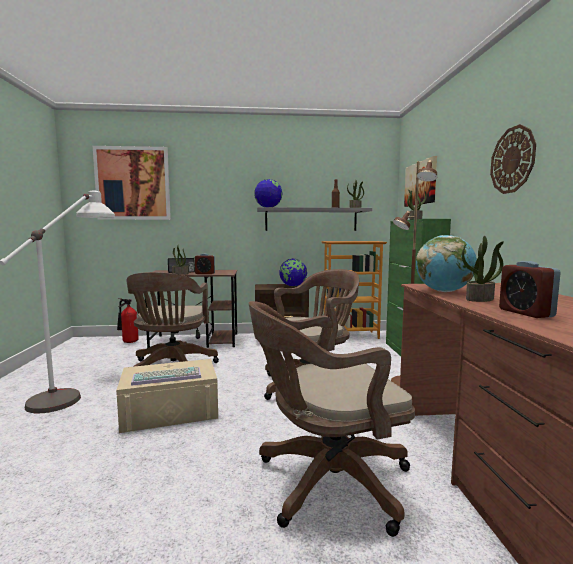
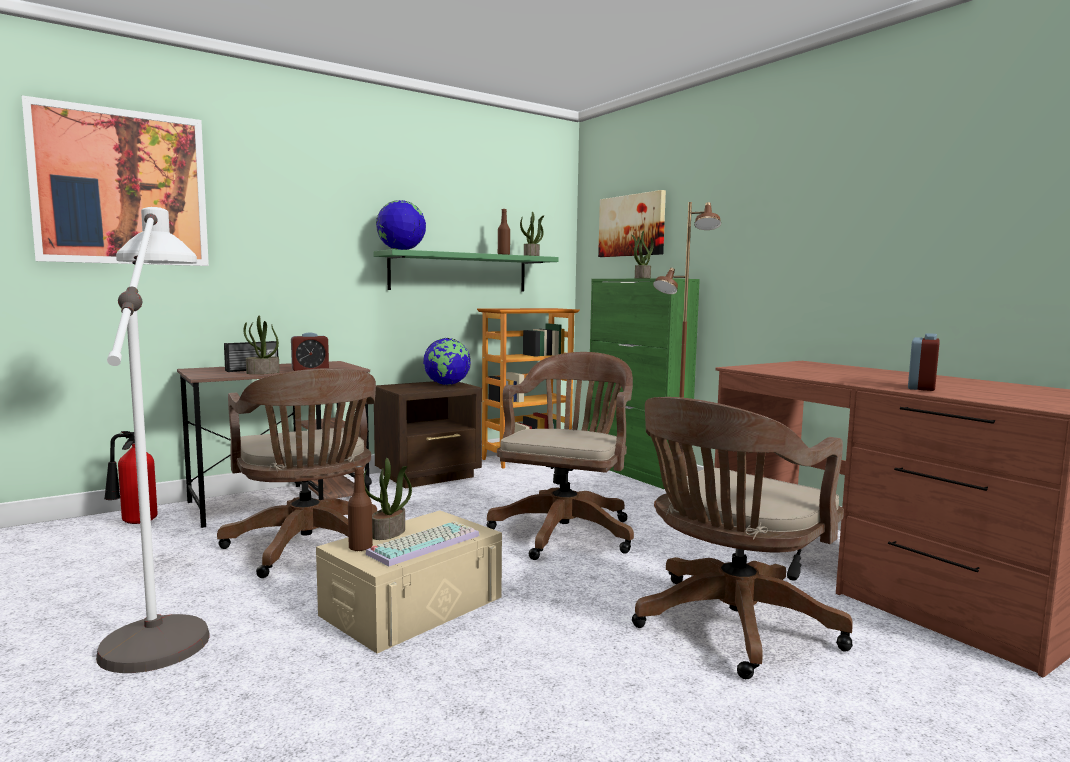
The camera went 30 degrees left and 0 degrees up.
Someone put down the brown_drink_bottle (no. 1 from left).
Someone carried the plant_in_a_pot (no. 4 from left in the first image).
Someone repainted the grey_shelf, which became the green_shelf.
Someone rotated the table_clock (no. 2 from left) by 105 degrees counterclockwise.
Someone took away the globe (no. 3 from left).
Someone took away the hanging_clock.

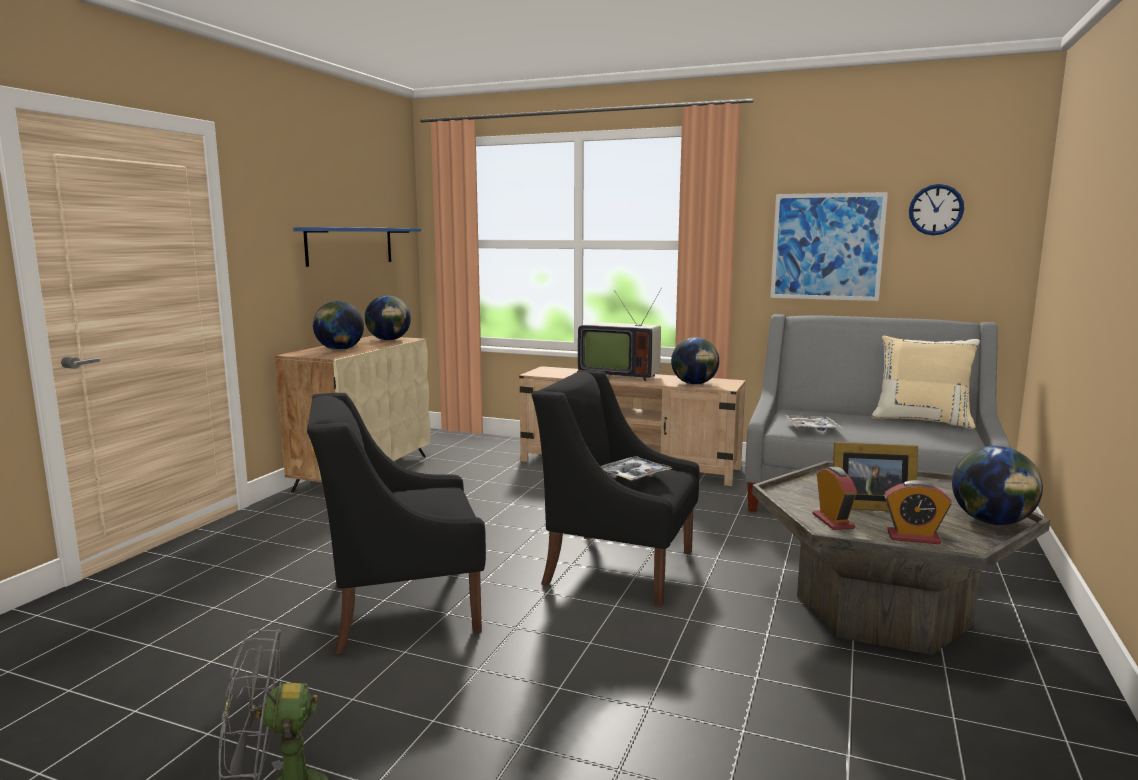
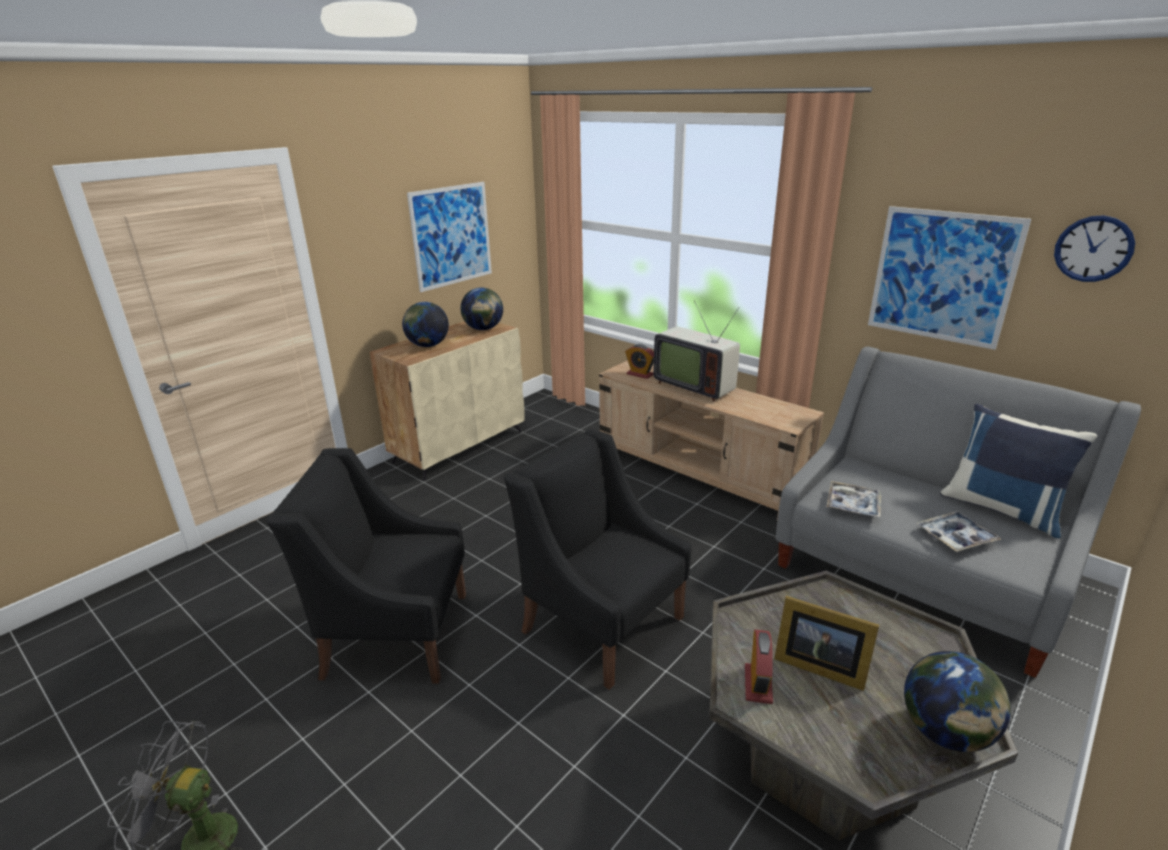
The camera went 20 degrees right and 15 degrees up.
Someone swapped the blue-coloured_shelf for the wall_art (no. 1 from left).
Someone carried the table_clock (no. 2 from left in the first image).
Someone carried the serving_tray (no. 1 from left in the first image).
Someone repainted the beige_throw_pillow, which became the blue-coloured_throw_pillow.
Someone took away the globe (no. 3 from left).

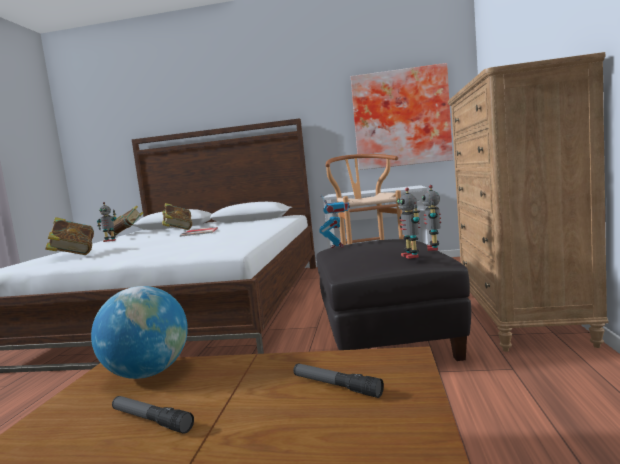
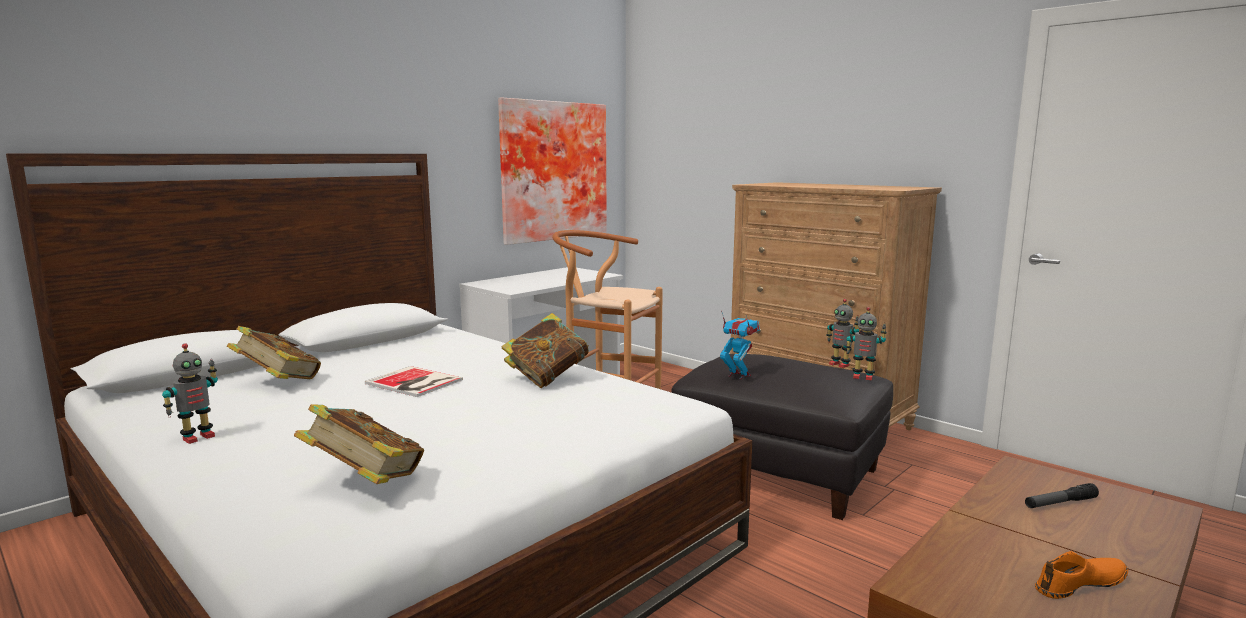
The camera went 55 degrees left and 5 degrees up.
Someone carried the bound_book (no. 2 from left in the first image).
Someone swapped the hand_torch (no. 1 from left) for the orange-coloured_item_of_footwear.
Someone took away the globe.

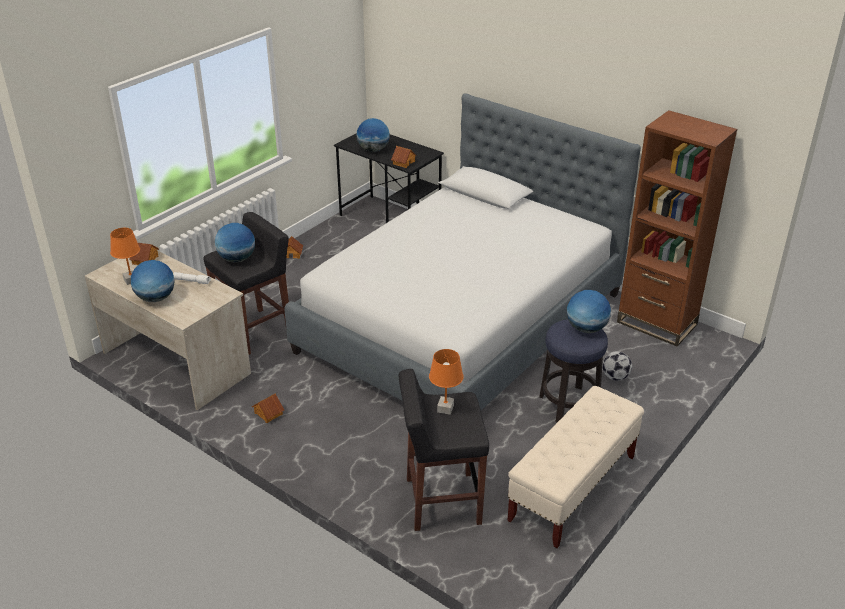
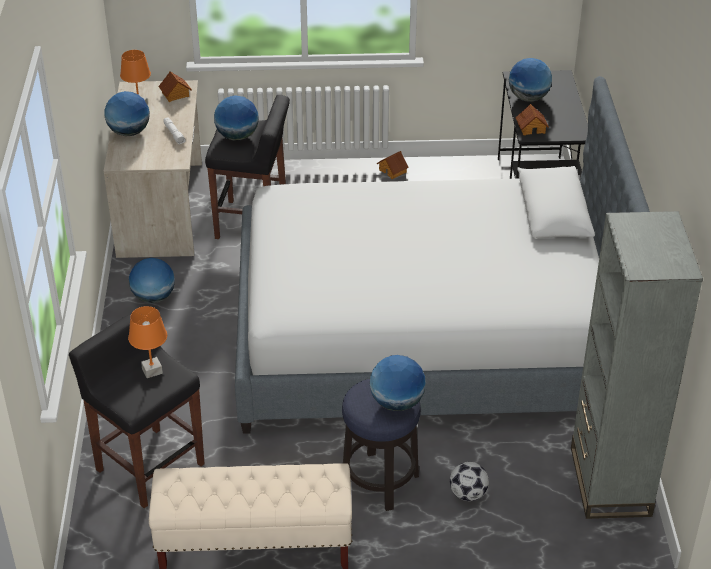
The camera went 50 degrees right and 5 degrees up.
Someone swapped the miniature_house (no. 2 from left) for the globe (no. 2 from left).
Someone repainted the brown_bookcase, which became the grey_bookcase.

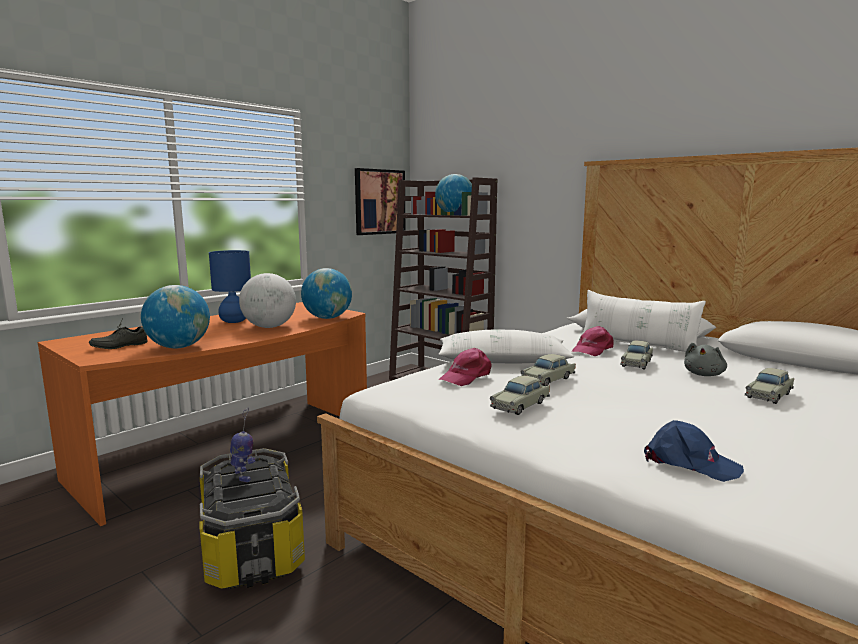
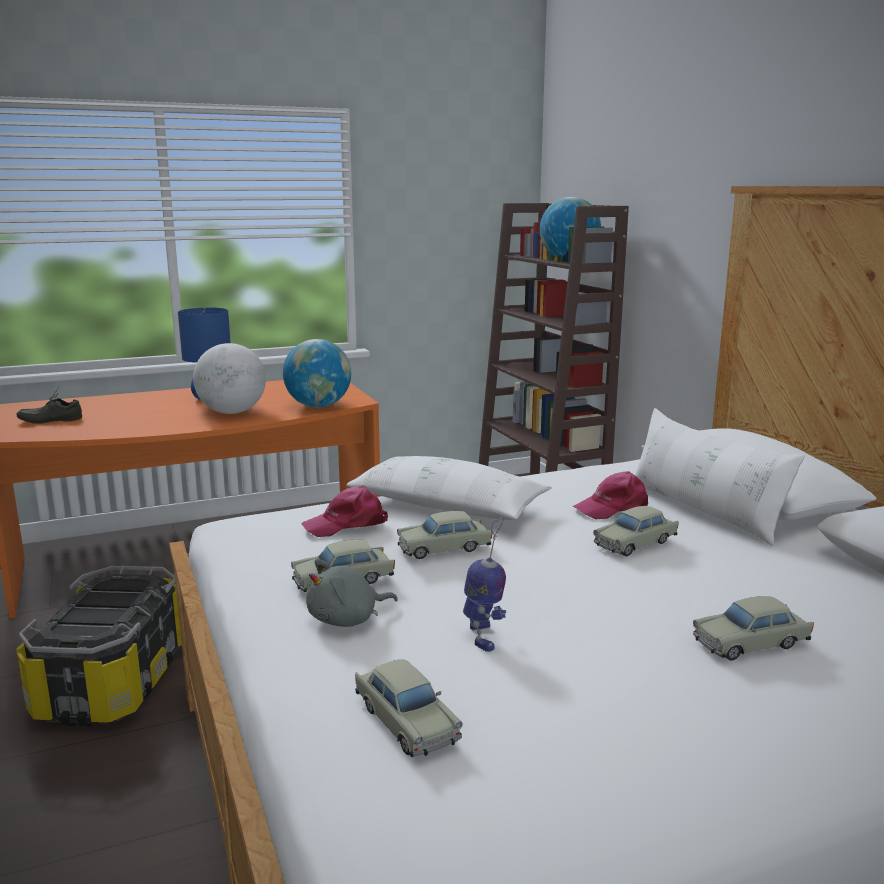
The camera went 25 degrees right and 5 degrees up.
Someone carried the grey_cuddly_toy.
Someone swapped the blue-coloured_peaked_cap for the beige_model_car (no. 2 from left).
Someone carried the model_robot.
Someone took away the globe (no. 1 from left).
Someone took away the wall_art.

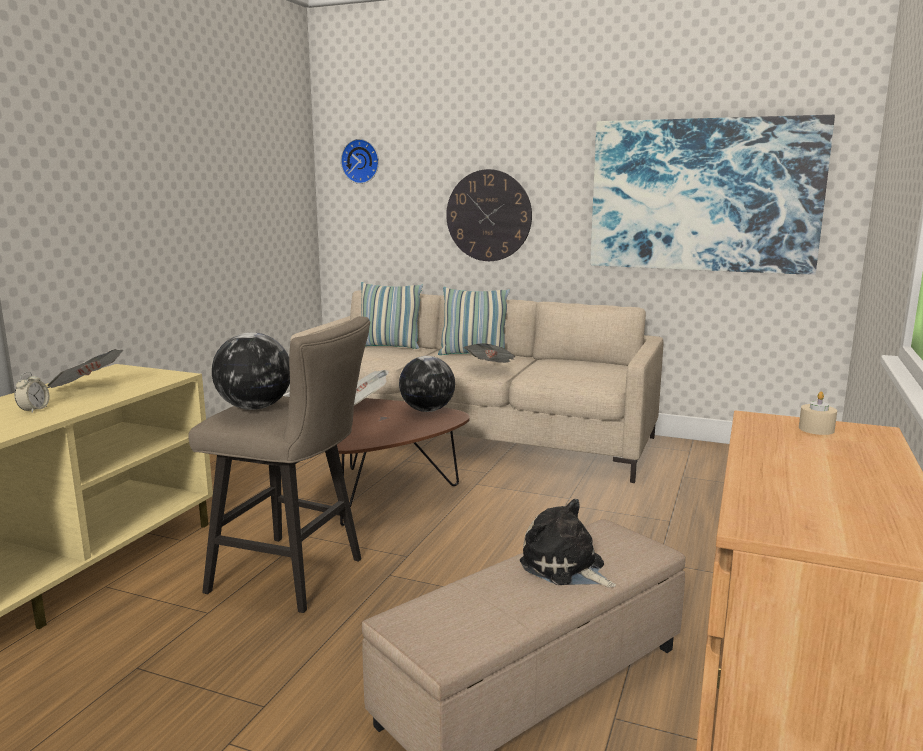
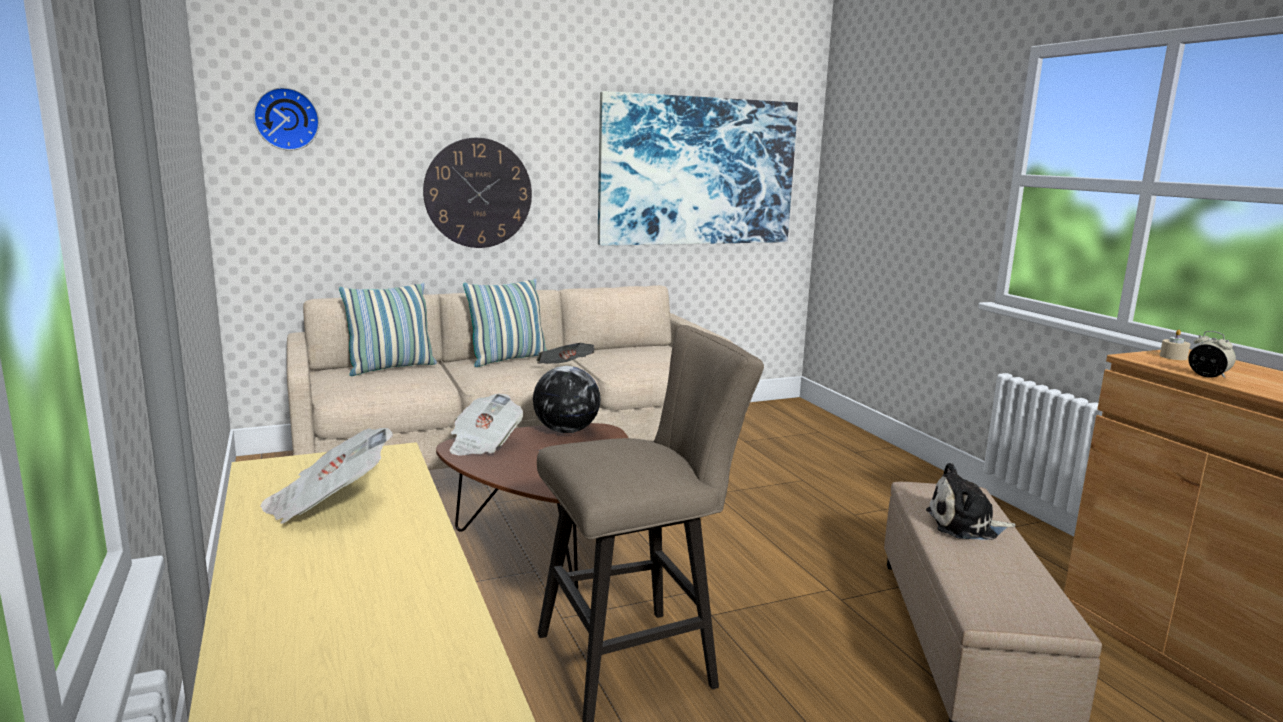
The camera went 45 degrees left and 0 degrees up.
Someone carried the table_clock.
Someone took away the globe (no. 1 from left).

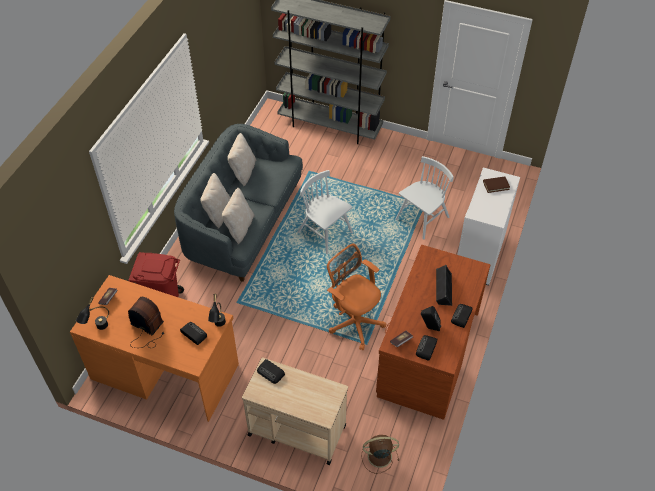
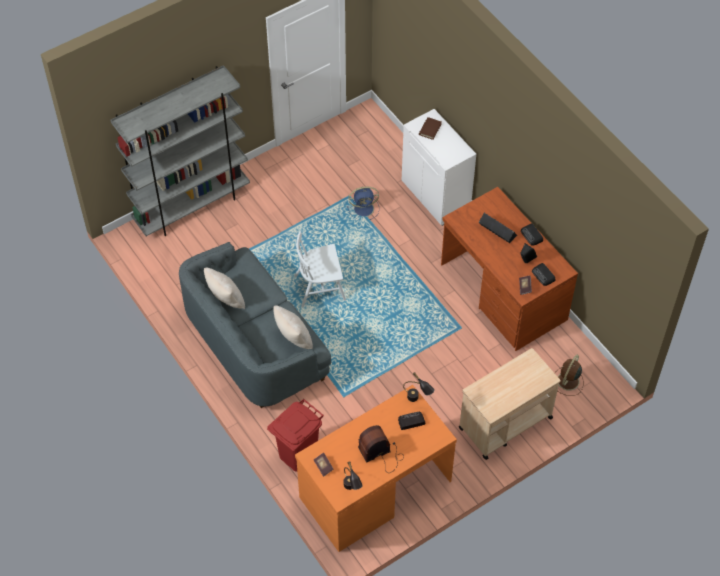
The camera went 55 degrees left and 5 degrees up.
Someone swapped the whitish_plain_chair (no. 2 from left) for the blue-coloured_fan.
Someone took away the beige_throw_pillow (no. 1 from left).
Someone took away the radio (no. 3 from left).
Someone took away the orange-coloured_desk_chair.

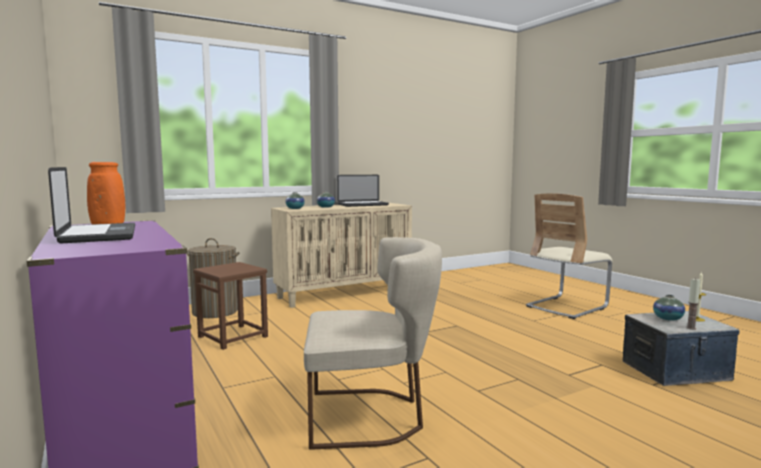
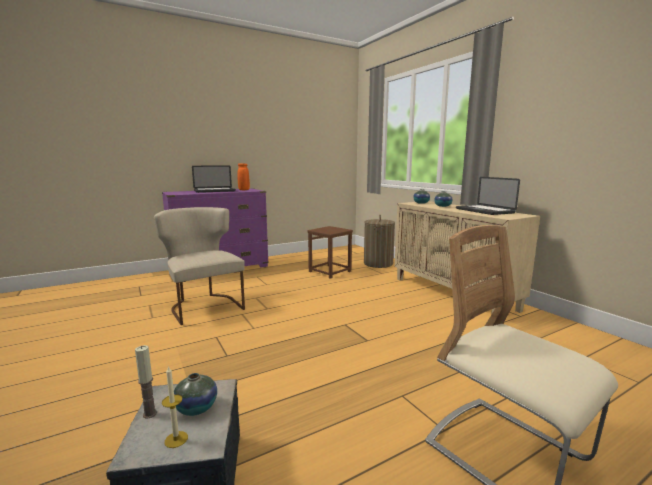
The camera went 90 degrees right and 5 degrees up.
Someone rotated the beige_plain_chair (no. 1 from left) by 150 degrees clockwise.

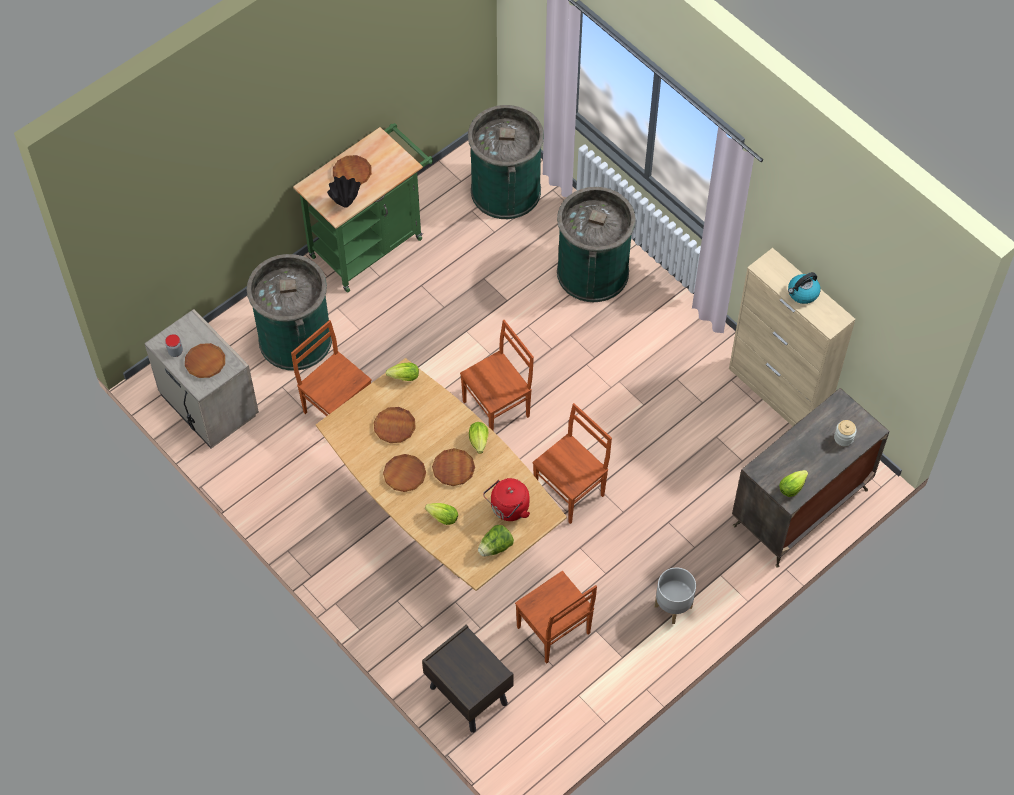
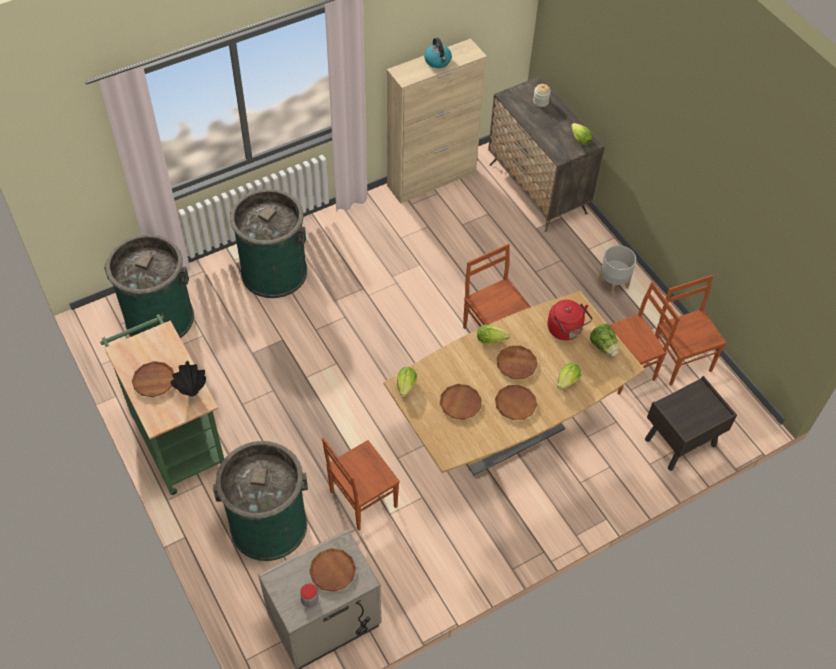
The camera went 80 degrees left and 5 degrees down.
Someone carried the brown_plain_chair (no. 2 from left in the first image).

